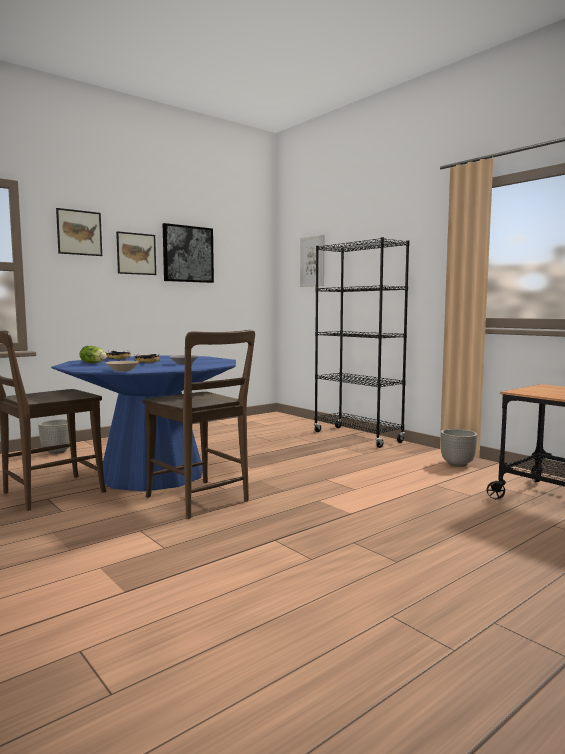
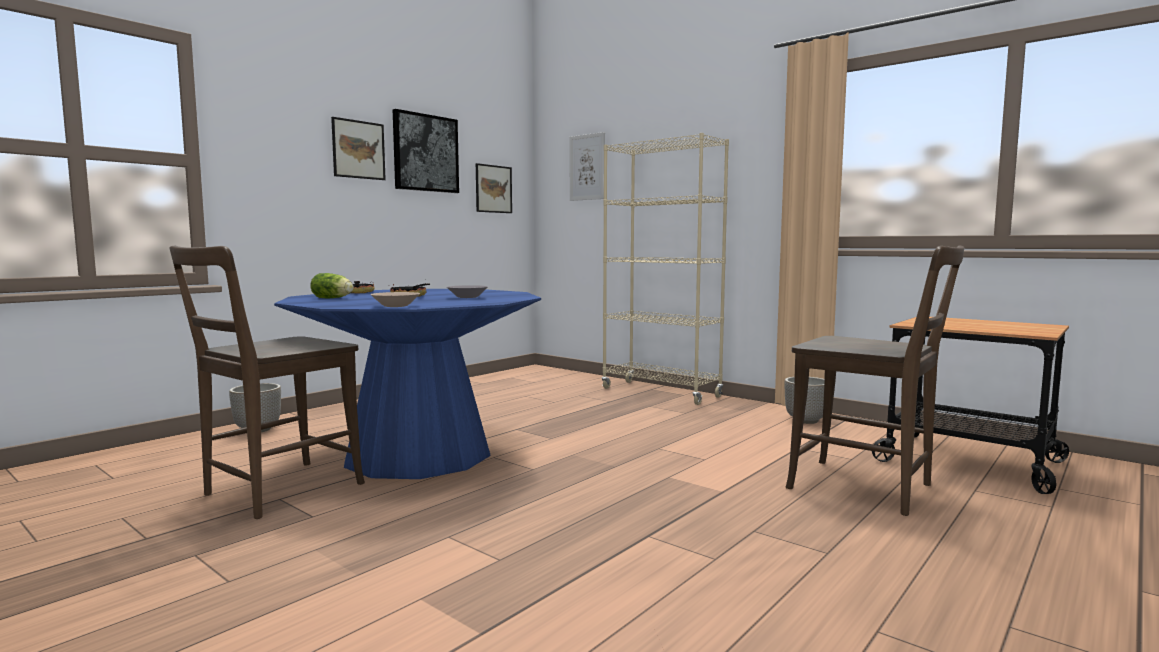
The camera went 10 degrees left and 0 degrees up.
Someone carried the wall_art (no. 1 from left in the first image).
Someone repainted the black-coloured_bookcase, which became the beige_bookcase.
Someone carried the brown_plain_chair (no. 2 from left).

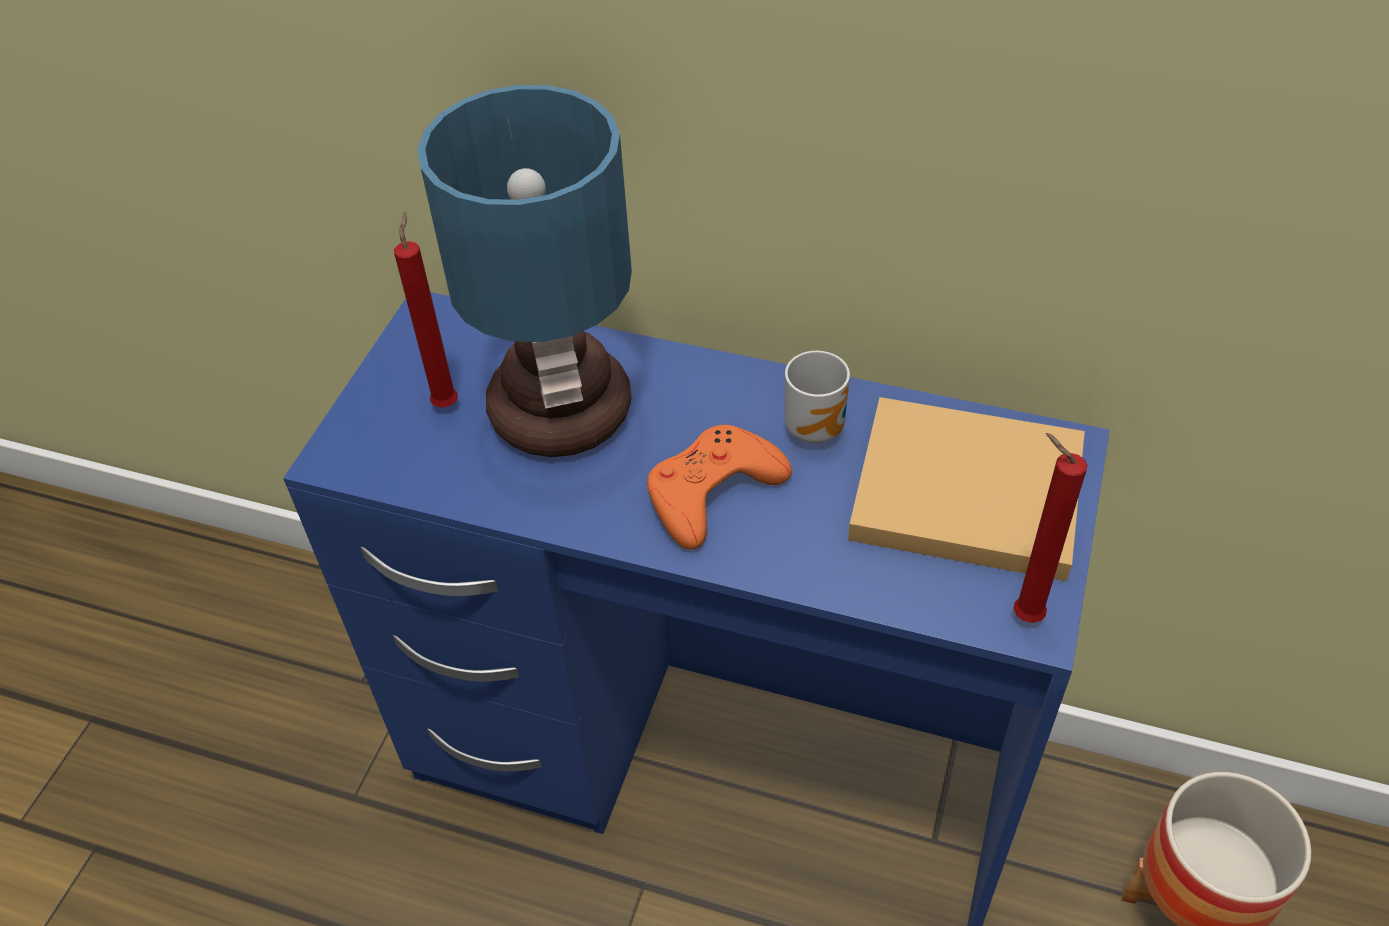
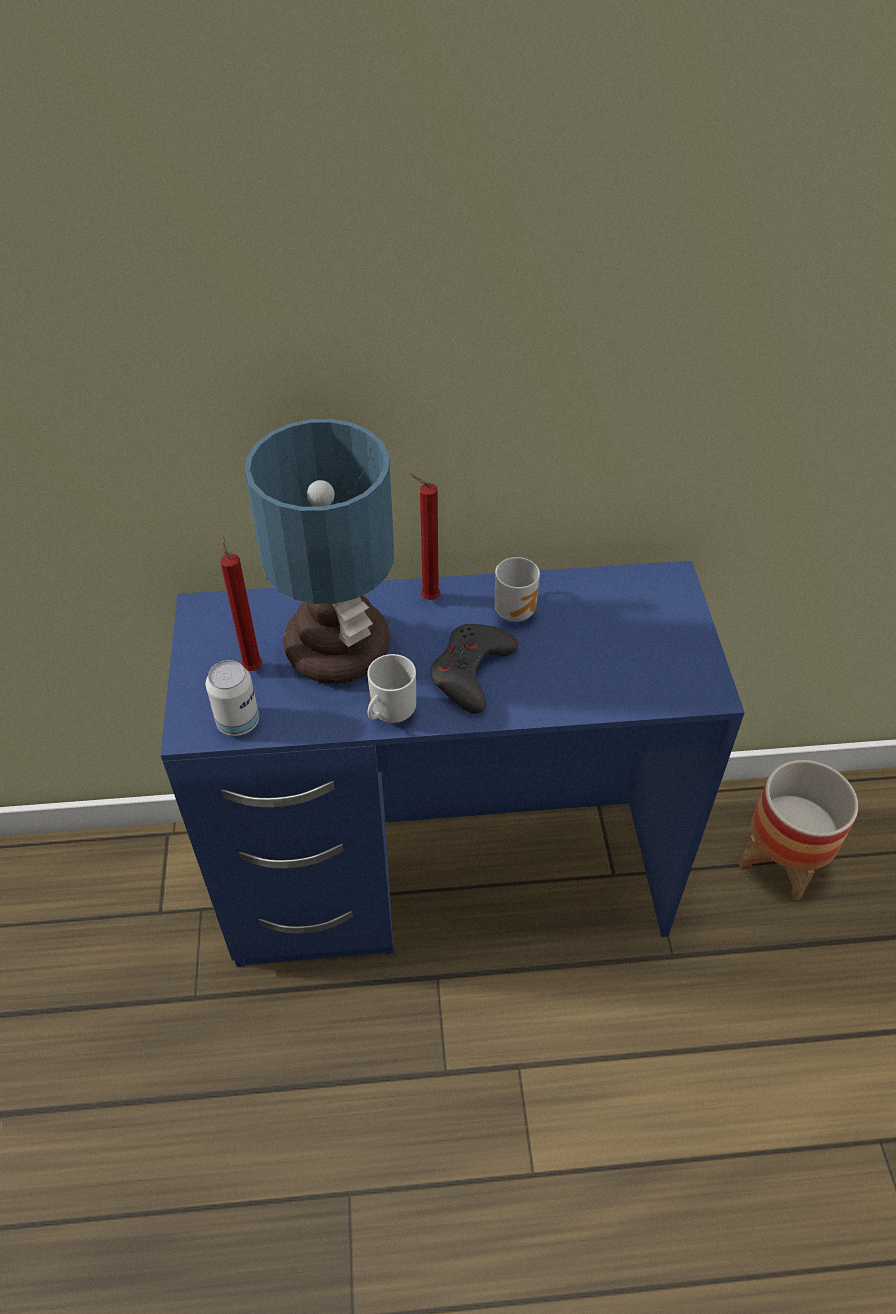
The camera went 25 degrees left and 0 degrees up.
Someone put down the metal_can.
Someone put down the tea_mug (no. 1 from left).
Someone carried the red-coloured_candle (no. 2 from left).
Someone repainted the orange-coloured_gamepad, which became the grey_gamepad.
Someone took away the beige_bound_book.

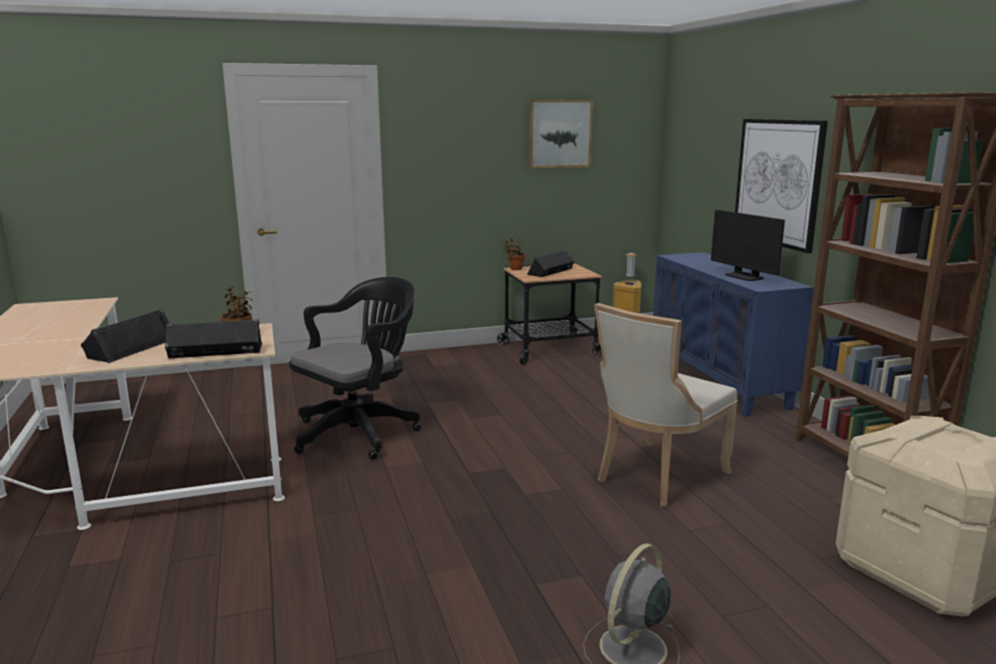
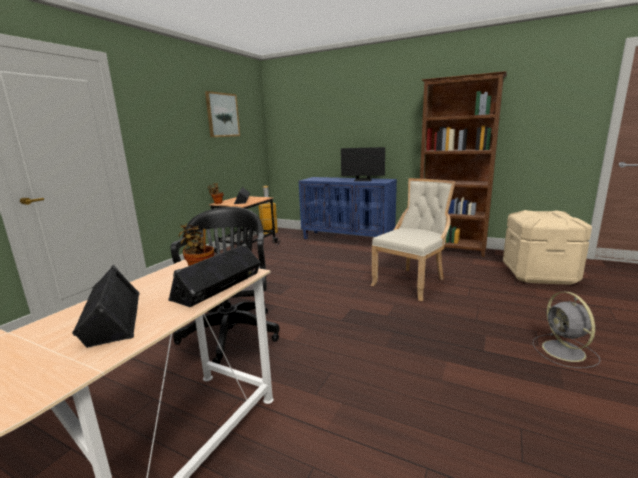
The camera went 45 degrees left and 0 degrees up.
Someone rotated the beige_plain_chair by 135 degrees counterclockwise.
Someone took away the wall_art (no. 2 from left).

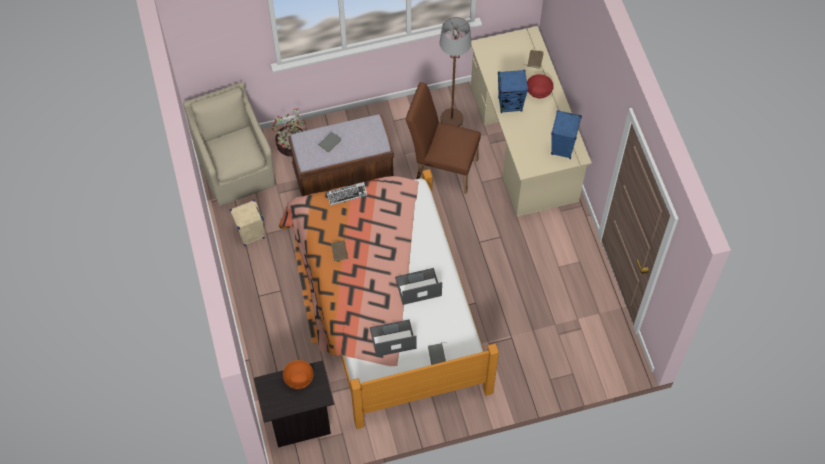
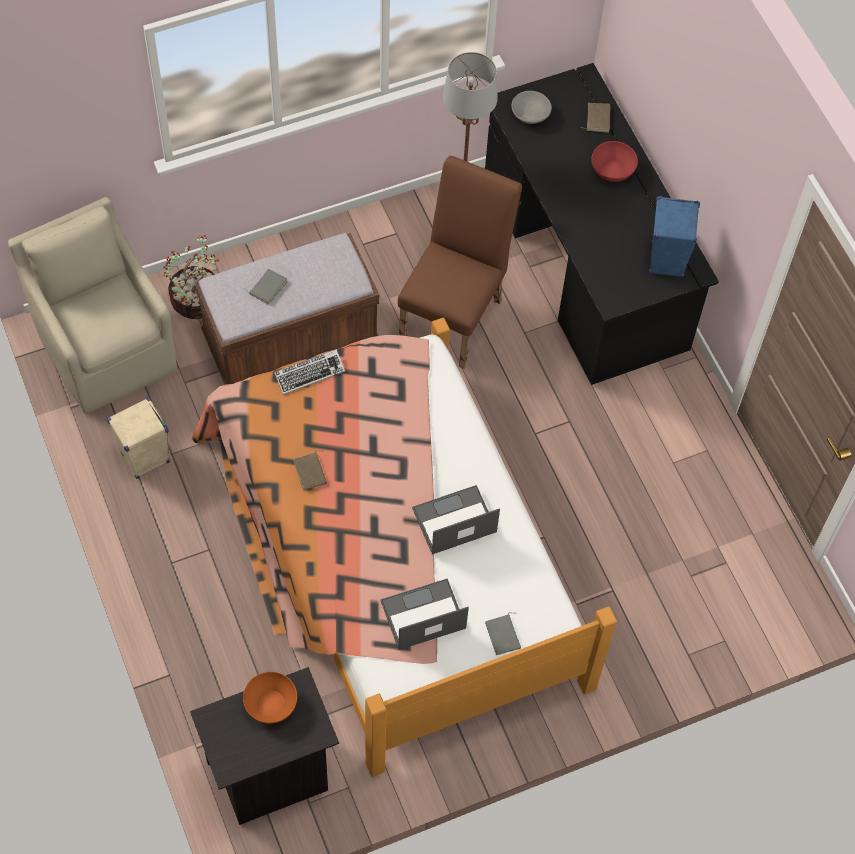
The camera went 10 degrees left and 0 degrees up.
Someone rotated the brown_plain_chair by 105 degrees clockwise.
Someone repainted the beige_desk_unit, which became the black-coloured_desk_unit.
Someone put down the grey_deep_dish.
Someone took away the blue-coloured_audio_speaker (no. 1 from left).

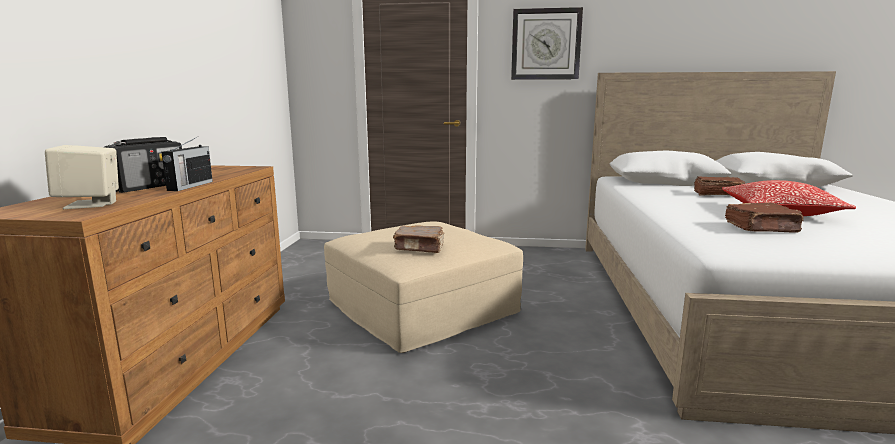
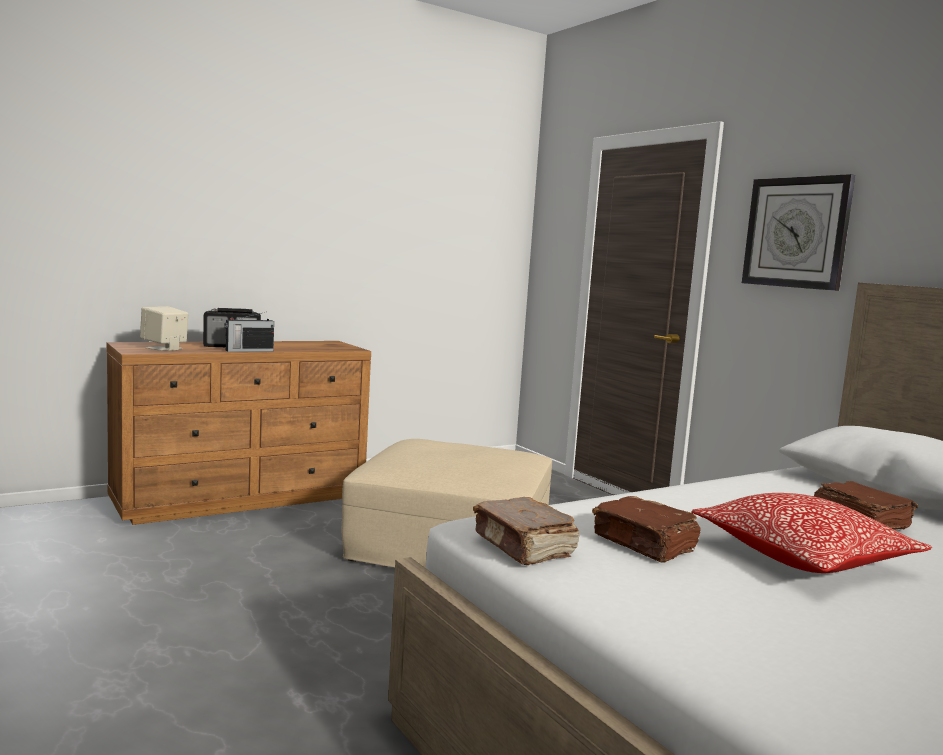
The camera went 50 degrees right and 5 degrees down.
Someone carried the brown_bound_book (no. 1 from left).

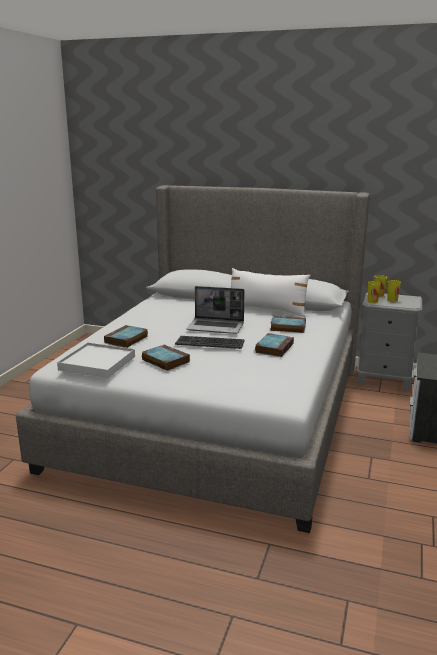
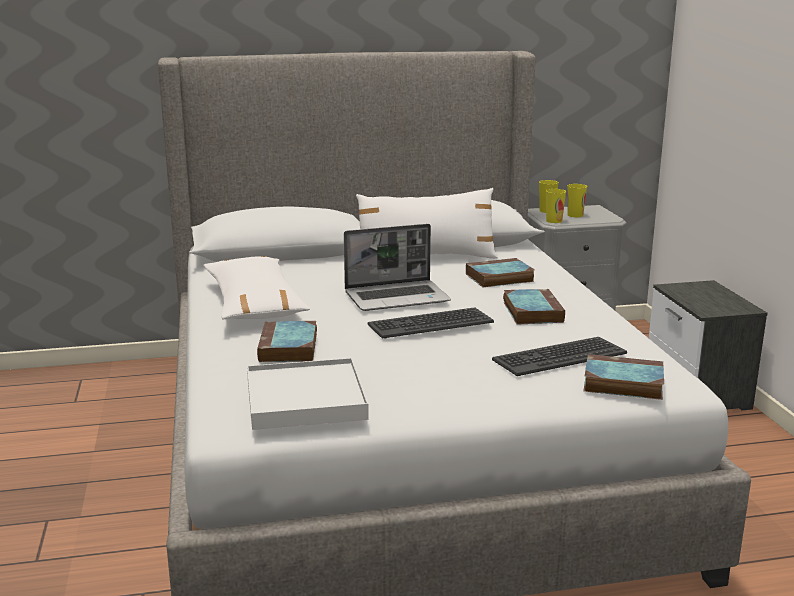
The camera went 30 degrees left and 0 degrees up.
Someone put down the whitish_throw_pillow (no. 1 from left).
Someone put down the keyboard (no. 2 from left).
Someone carried the bound_book (no. 2 from left in the first image).

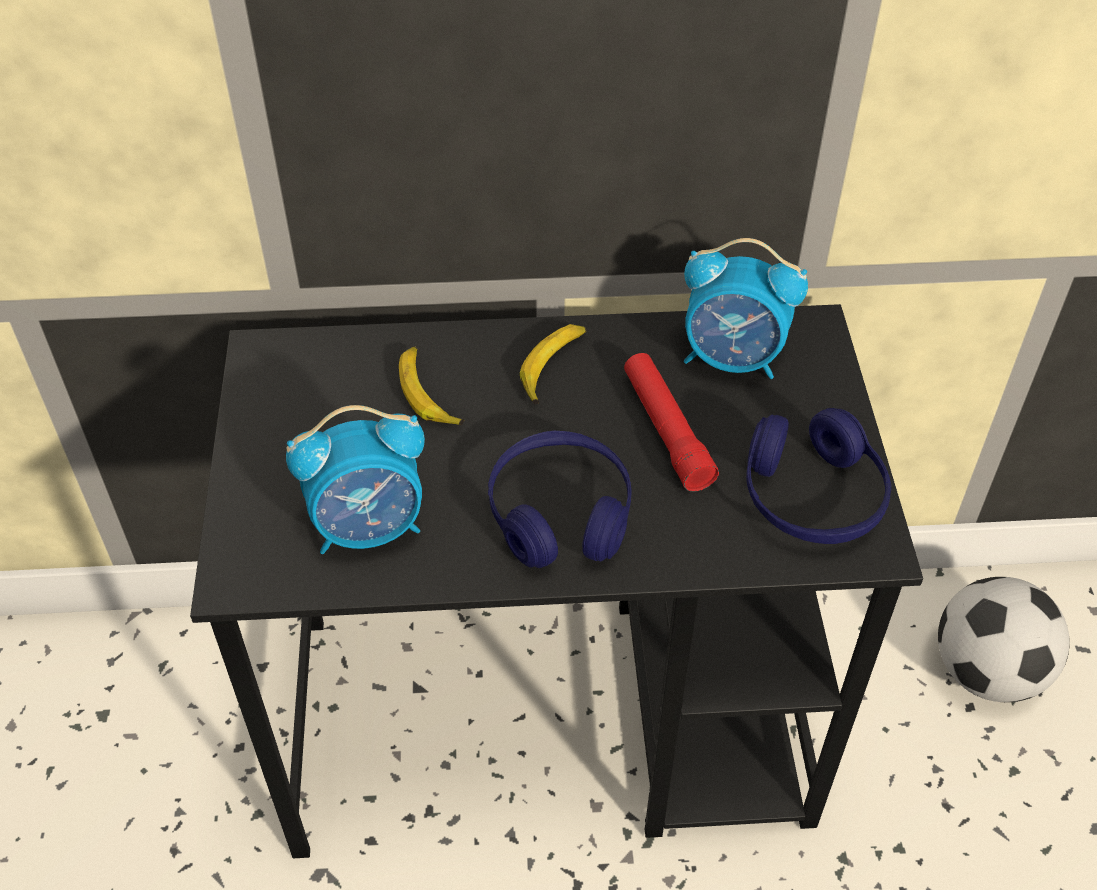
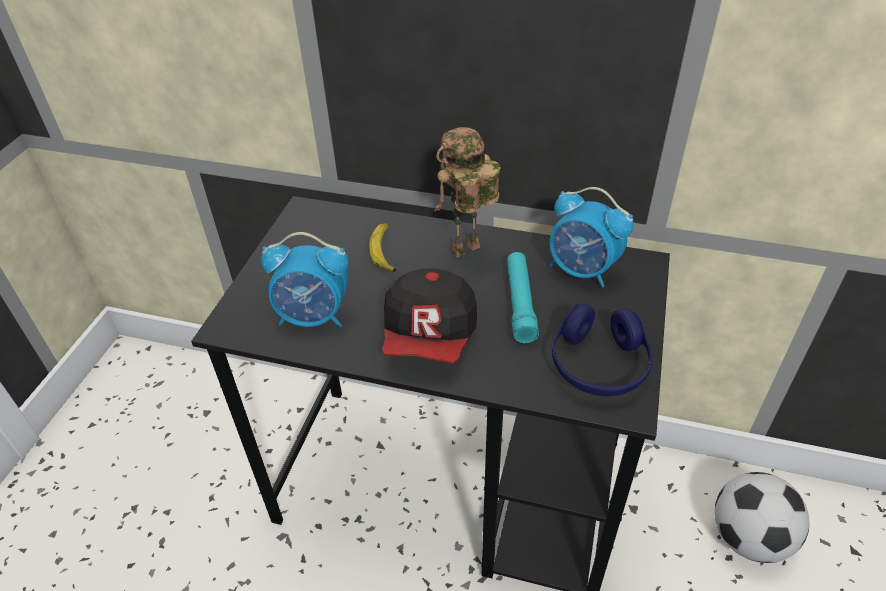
The camera went 20 degrees right and 5 degrees down.
Someone swapped the blue-coloured_pair_of_headphones (no. 1 from left) for the peaked_cap.
Someone swapped the whole_banana (no. 2 from left) for the model_robot.
Someone repainted the red-coloured_hand_torch, which became the turquoise-coloured_hand_torch.

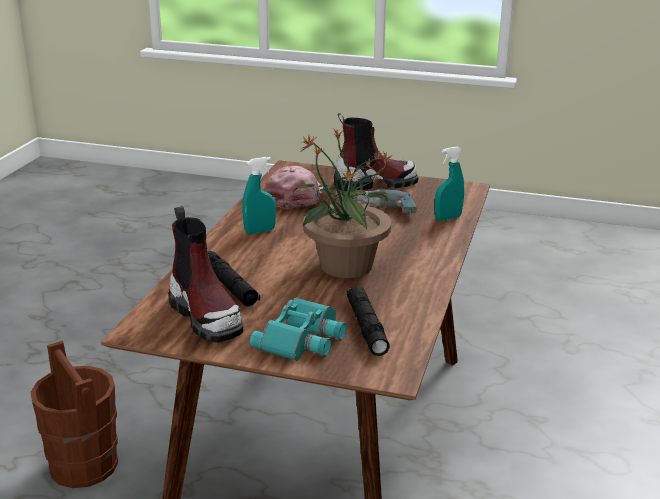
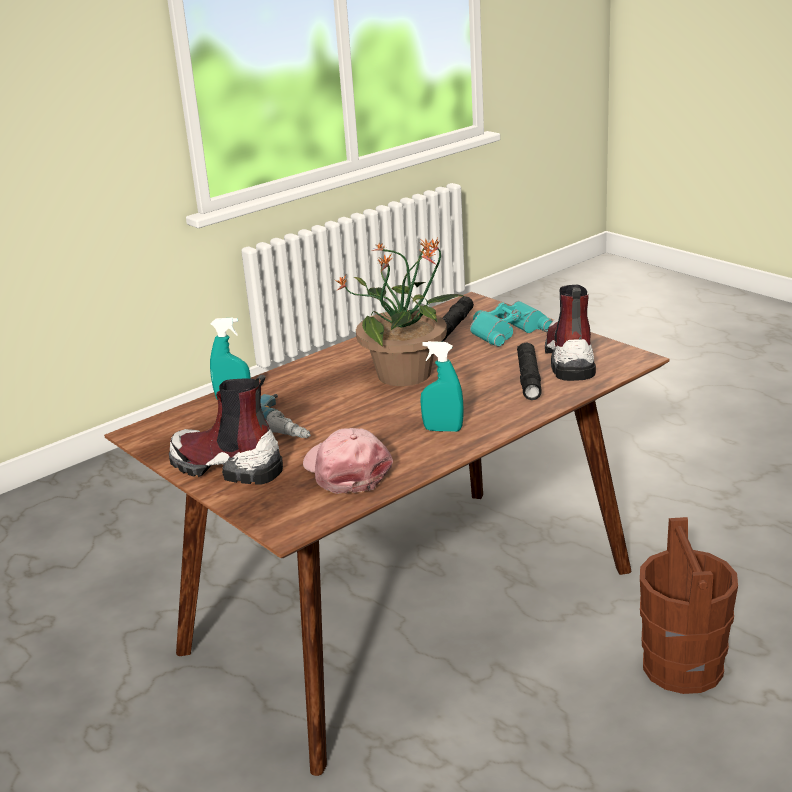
The camera went 145 degrees left and 0 degrees up.
Someone rotated the pink-coloured_peaked_cap by 105 degrees clockwise.

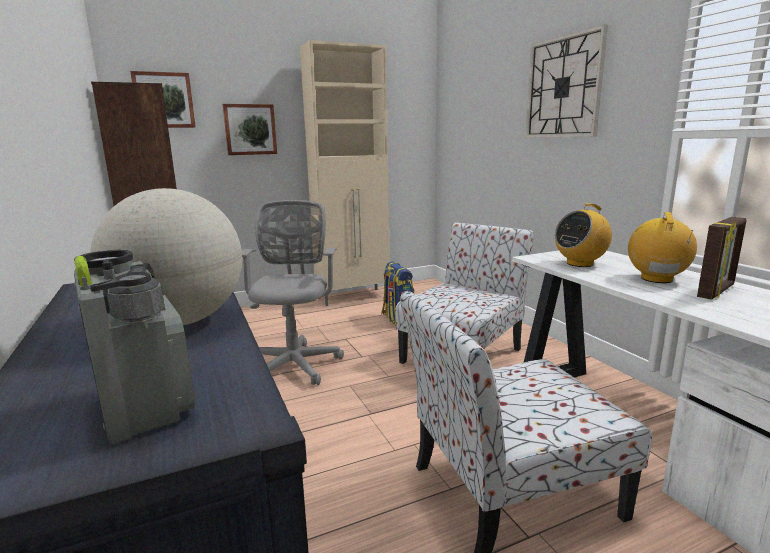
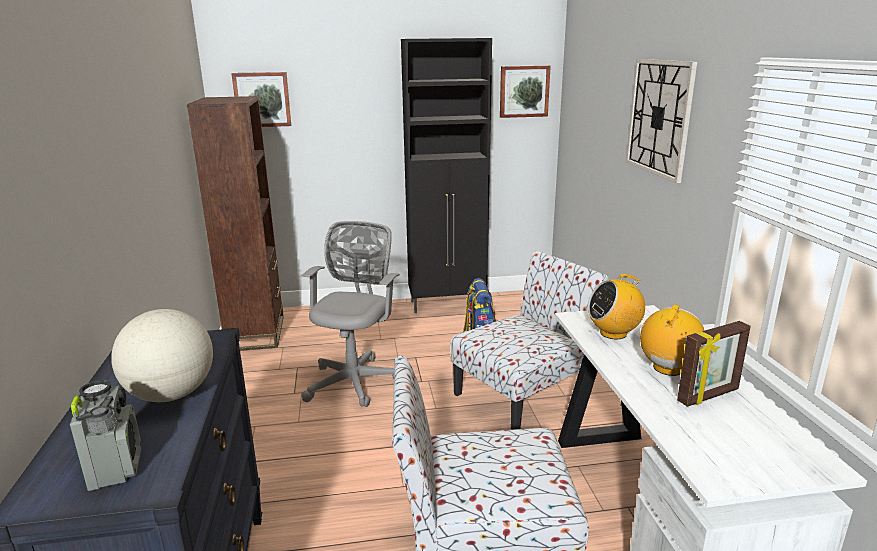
The camera went 15 degrees right and 5 degrees up.
Someone repainted the beige_storage_cabinet, which became the black-coloured_storage_cabinet.
Someone carried the wall_art (no. 2 from left).

